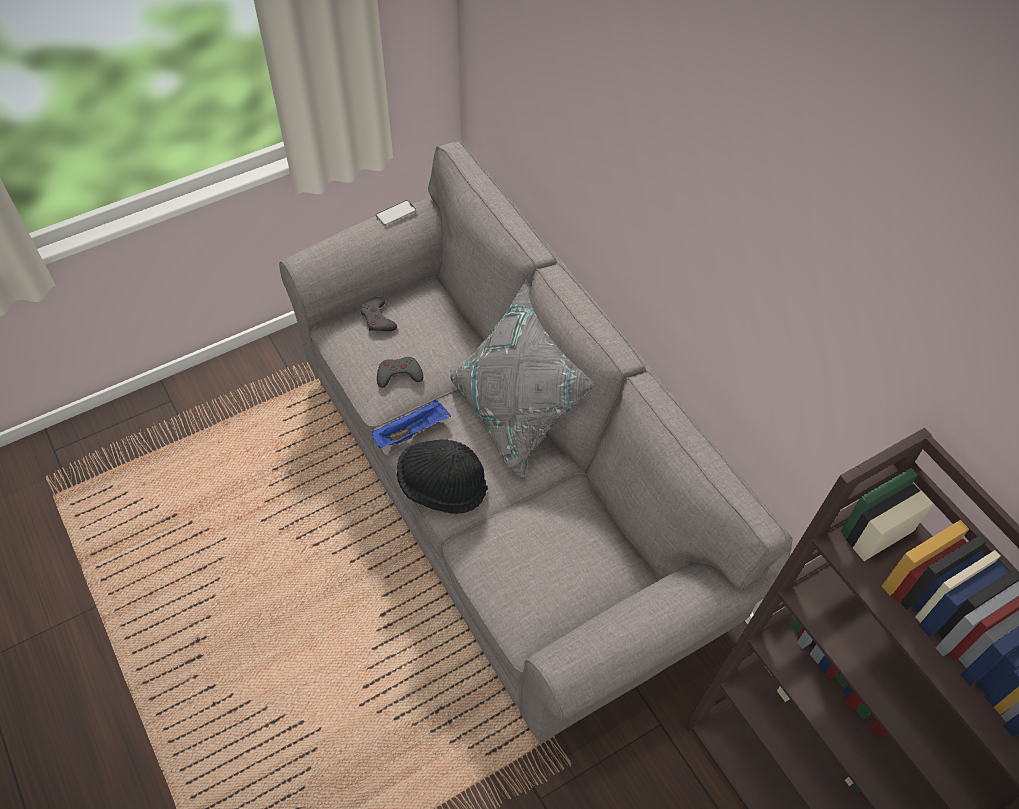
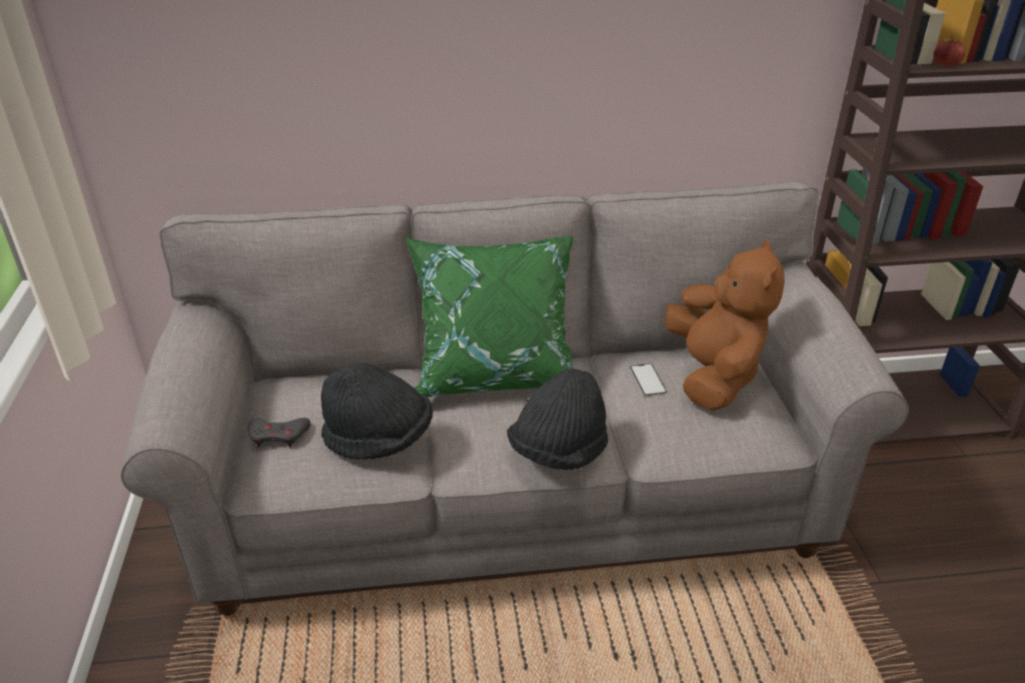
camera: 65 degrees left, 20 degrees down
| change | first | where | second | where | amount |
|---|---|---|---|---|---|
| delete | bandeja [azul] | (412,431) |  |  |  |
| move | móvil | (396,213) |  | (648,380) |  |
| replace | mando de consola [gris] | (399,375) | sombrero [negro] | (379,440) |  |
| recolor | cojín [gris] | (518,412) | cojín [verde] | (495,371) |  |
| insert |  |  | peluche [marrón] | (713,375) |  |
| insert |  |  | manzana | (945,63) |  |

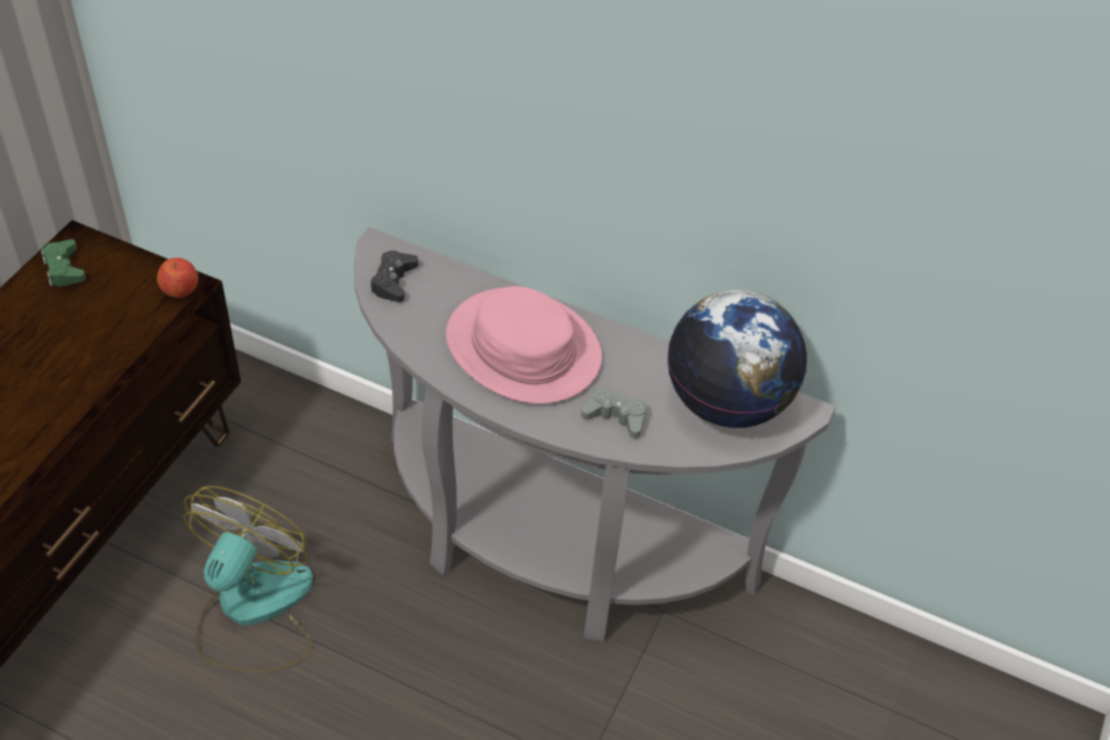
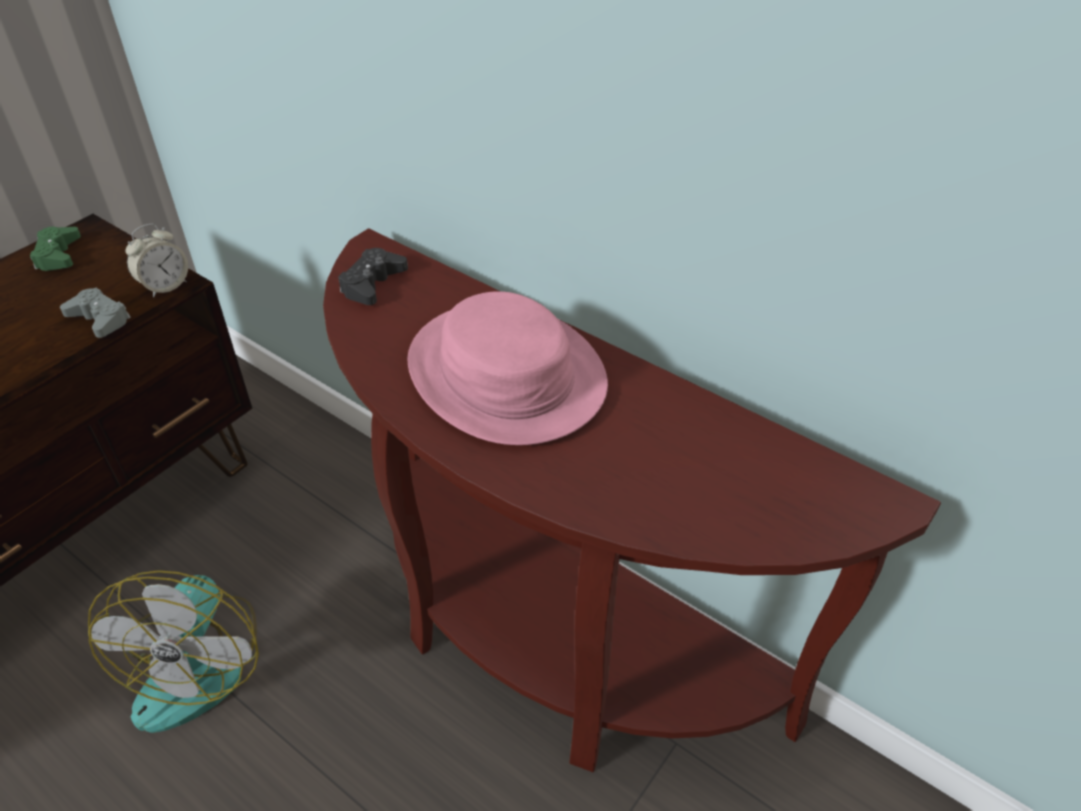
camera: 15 degrees right, 5 degrees down
| change | first | where | second | where | amount |
|---|---|---|---|---|---|
| replace | manzana | (180,289) | despertador | (165,286) |  |
| rotate | ventilador | (253,610) |  | (199,662) | 150 degrees clockwise |
| recolor | mesa consola [gris] | (546,547) | mesa consola [marrón] | (549,638) |  |
| move | mando de consola [gris] | (615,416) |  | (99,319) |  |
| delete | globo terráqueo | (727,402) |  |  |  |

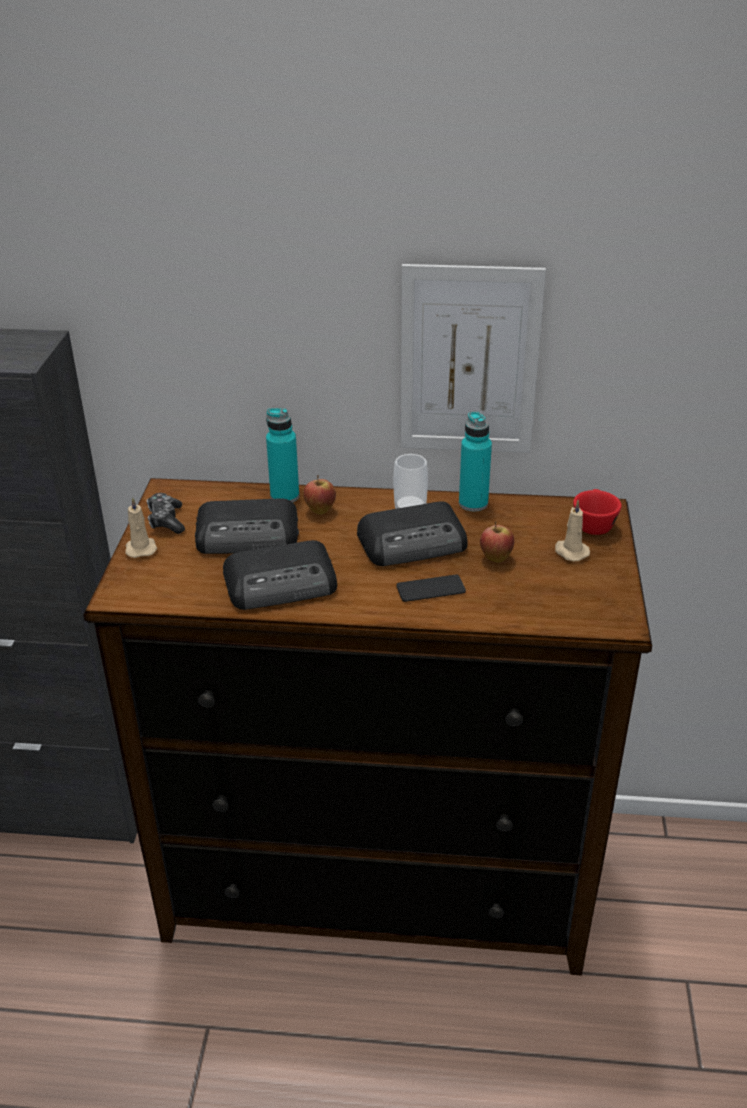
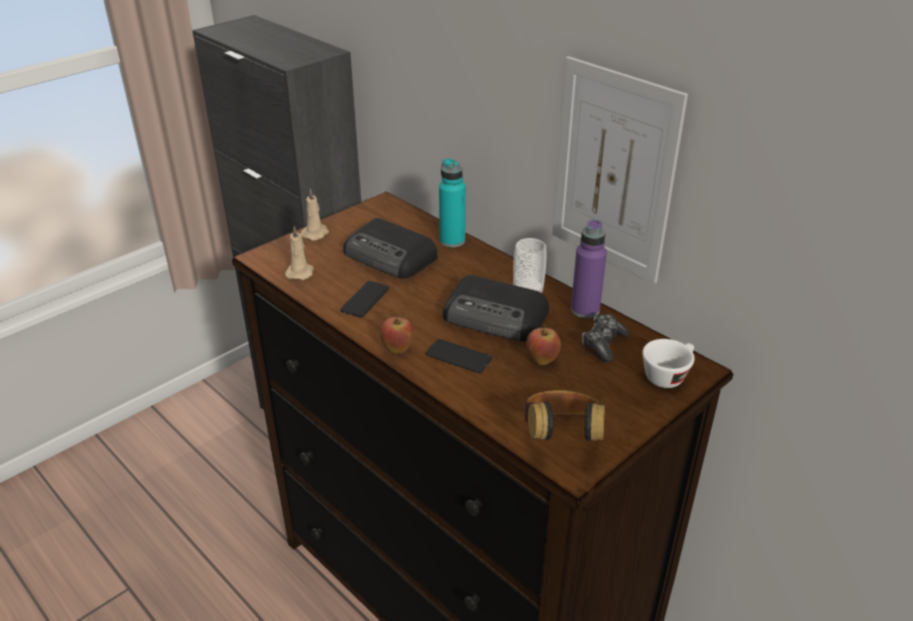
camera: 40 degrees right, 0 degrees up
| change | first | where | second | where | amount |
|---|---|---|---|---|---|
| move | mando de consola | (166,520) |  | (603,344) |  |
| replace | radio | (283,584) | móvil | (365,300) |  |
| move | manzana | (320,510) |  | (397,349) |  |
| recolor | botella [turquesa] | (473,503) | botella [morado] | (585,310) |  |
| move | vela [beis] | (570,551) |  | (300,272) |  |
| recolor | taza [rojo] | (593,523) | taza [blanco] | (668,375) |  |
| insert |  |  | auriculares | (561,438) |  |

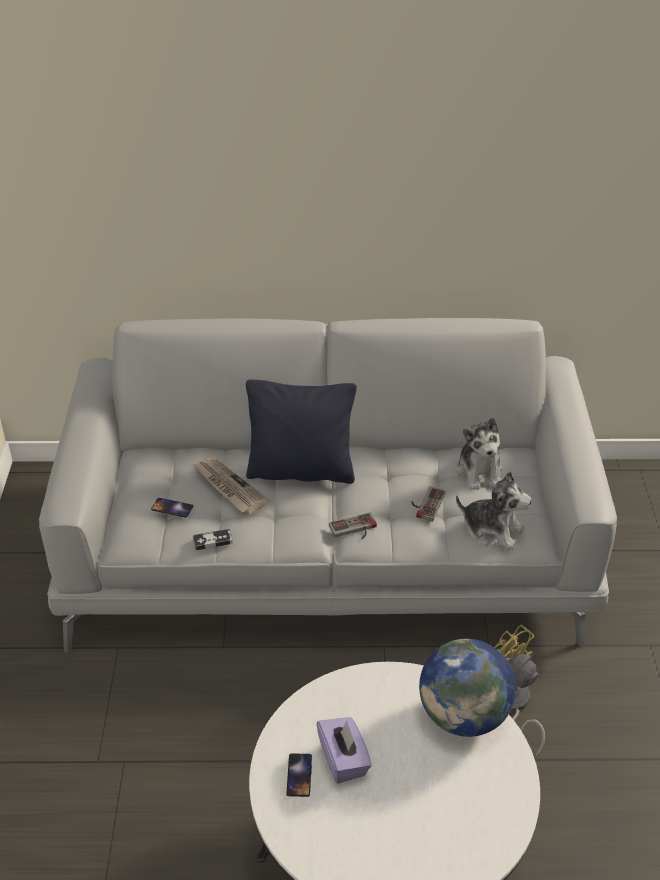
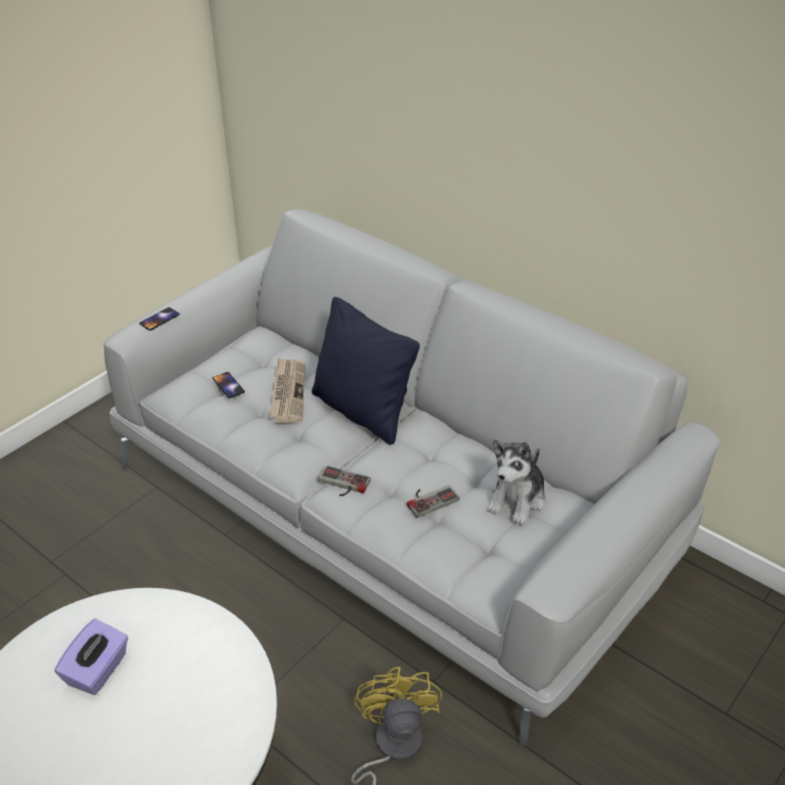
camera: 40 degrees right, 0 degrees up
| change | first | where | second | where | amount |
|---|---|---|---|---|---|
| delete | mando de consola | (212,541) |  |  |  |
| move | móvil | (299,775) |  | (159,319) |  |
| delete | globo terráqueo | (464,716) |  |  |  |
| delete | peluche | (492,530) |  |  |  |

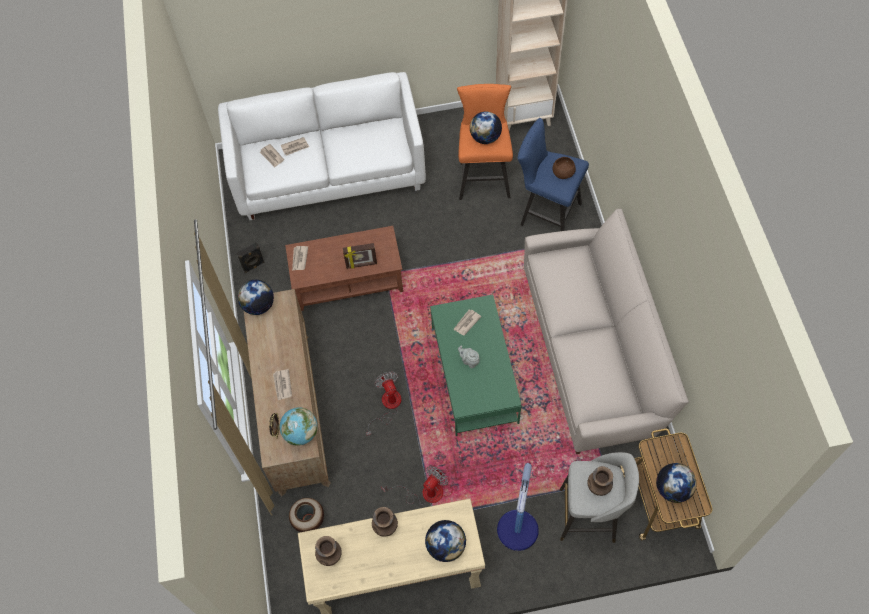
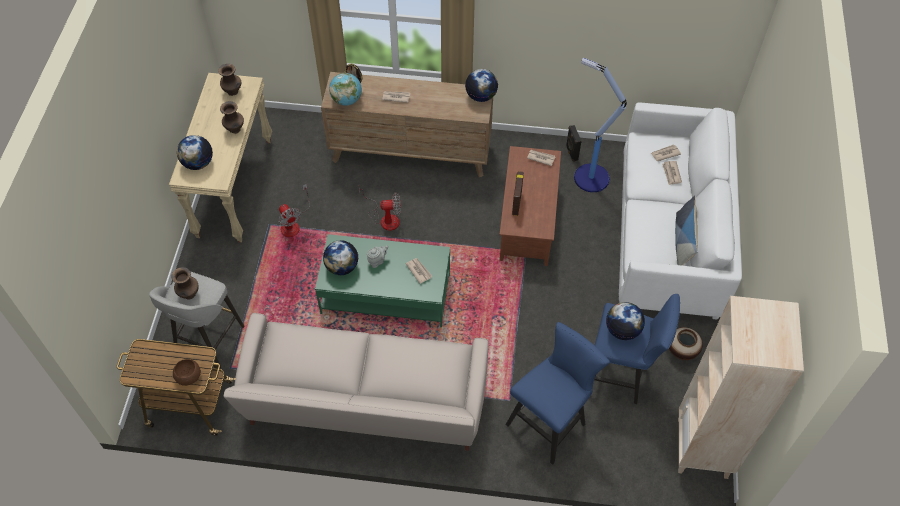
camera: 105 degrees right, 5 degrees down
| change | first | where | second | where | amount |
|---|---|---|---|---|---|
| move | florero | (309,520) |  | (681,351) |  |
| recolor | taburete [naranja] | (483,176) | taburete [azul] | (620,375) |  |
| move | lámpara de pie | (517,532) |  | (590,177) |  |
| move | cuenco [marrón] | (563,173) |  | (189,376) |  |
| move | globo terráqueo | (672,489) |  | (342,267) |  |
| insert |  |  | cojín | (683,241) |  |

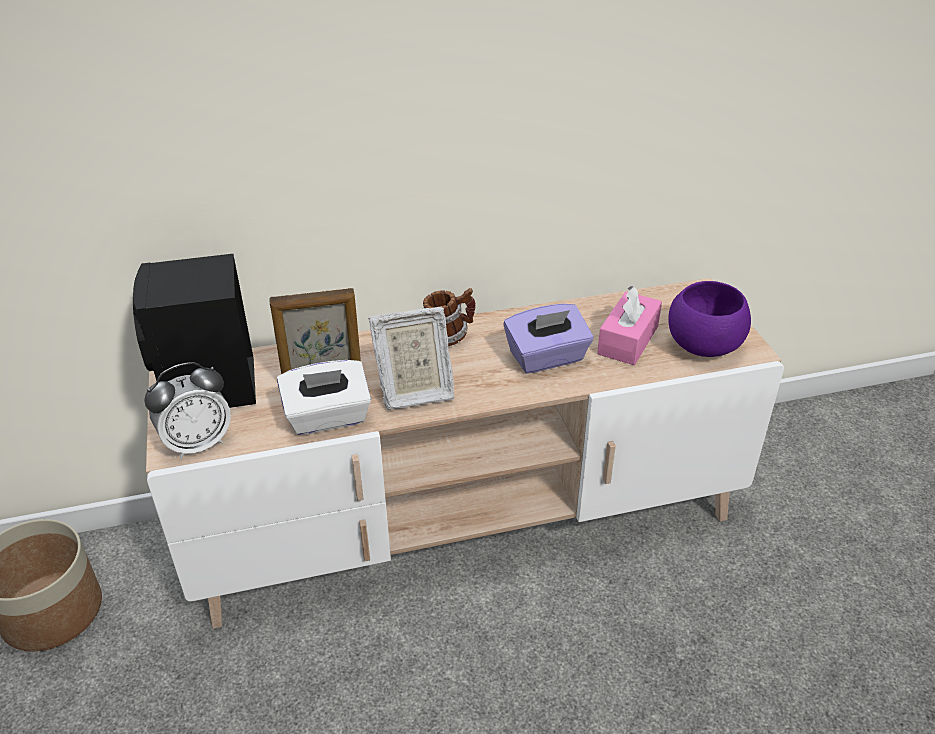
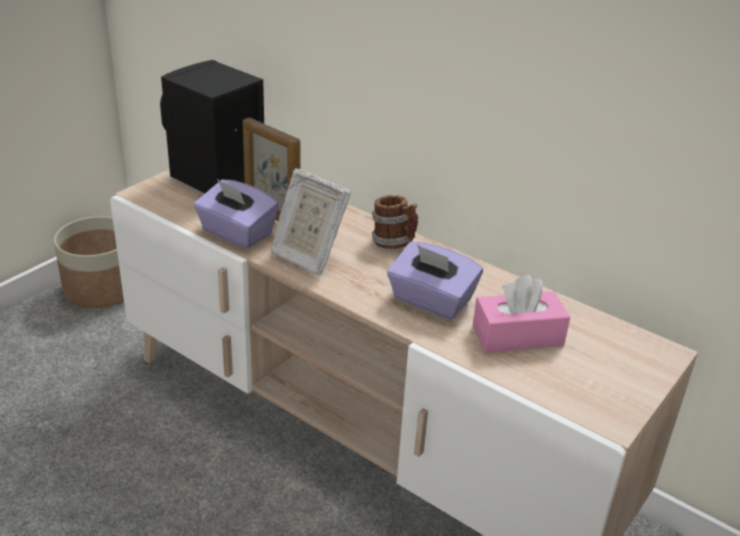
camera: 50 degrees right, 5 degrees down
| change | first | where | second | where | amount |
|---|---|---|---|---|---|
| delete | despertador | (198,443) |  |  |  |
| recolor | caja de pañuelos [blanco] | (328,418) | caja de pañuelos [morado] | (236,233) |  |
| delete | cuenco [morado] | (702,346) |  |  |  |

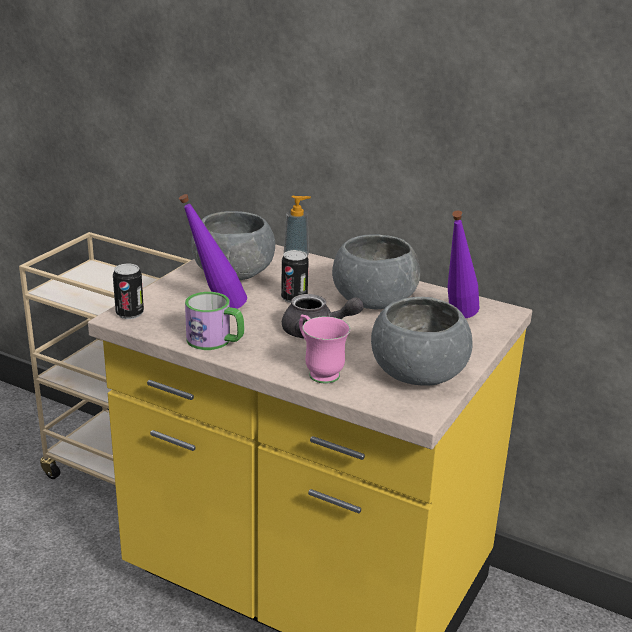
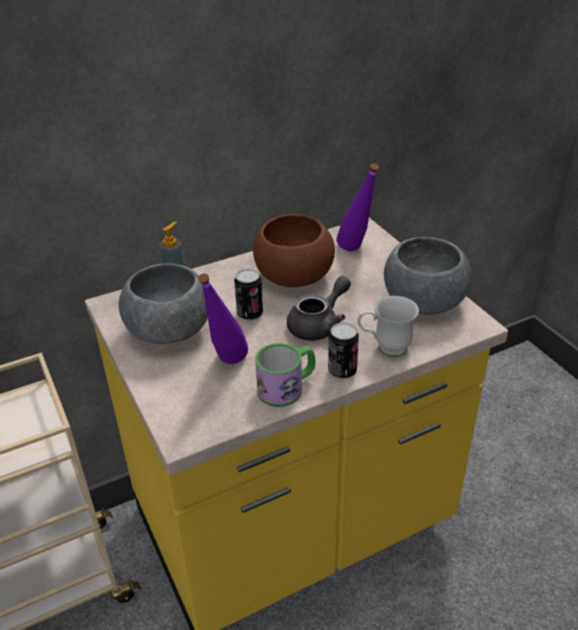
camera: 55 degrees left, 10 degrees up
| change | first | where | second | where | amount |
|---|---|---|---|---|---|
| move | lata | (129,314) |  | (342,371) |  |
| recolor | taza grande [rosa] | (318,372) | taza grande [blanco] | (384,348) |  |
| recolor | cuenco [gris] | (373,301) | cuenco [marrón] | (293,276) |  |

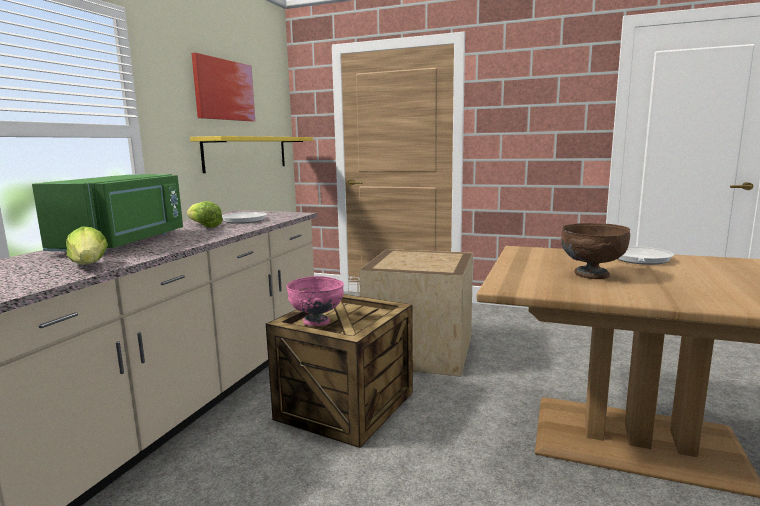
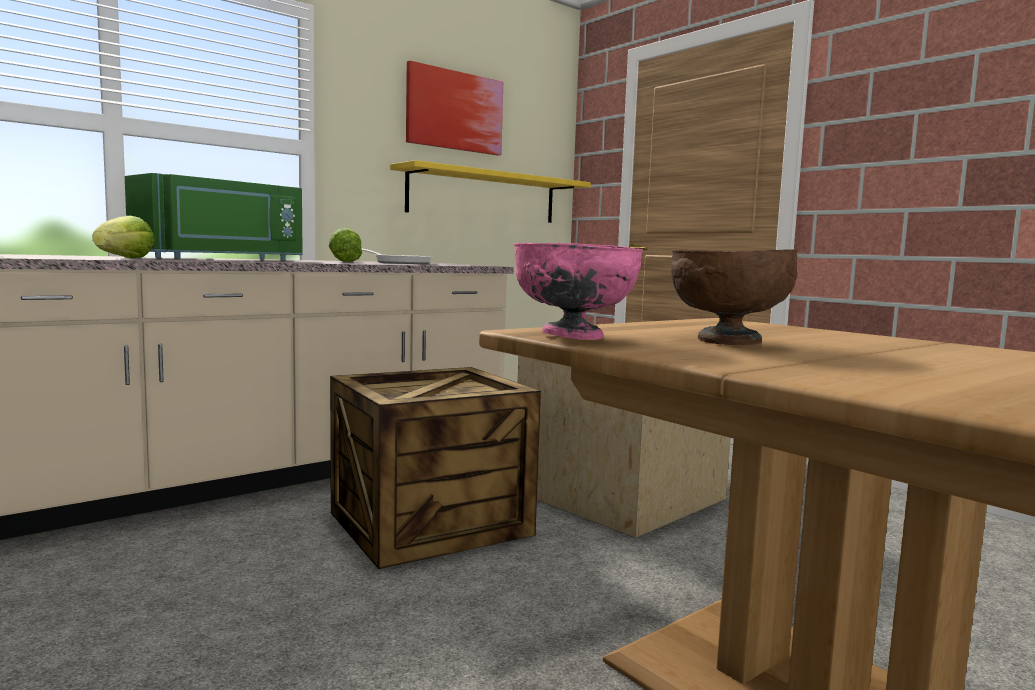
camera: 30 degrees right, 5 degrees down
| change | first | where | second | where | amount |
|---|---|---|---|---|---|
| move | cuenco [rosa] | (316,322) |  | (573,336) |  |
| delete | sartén | (639,260) |  |  |  |

